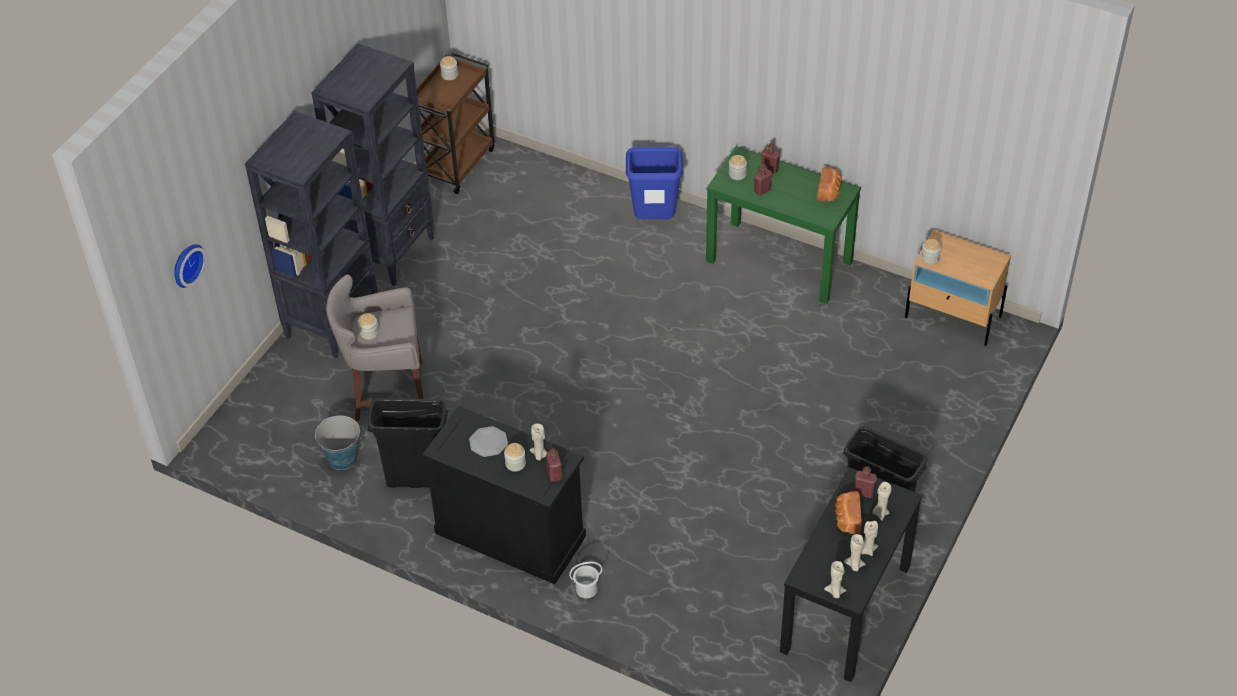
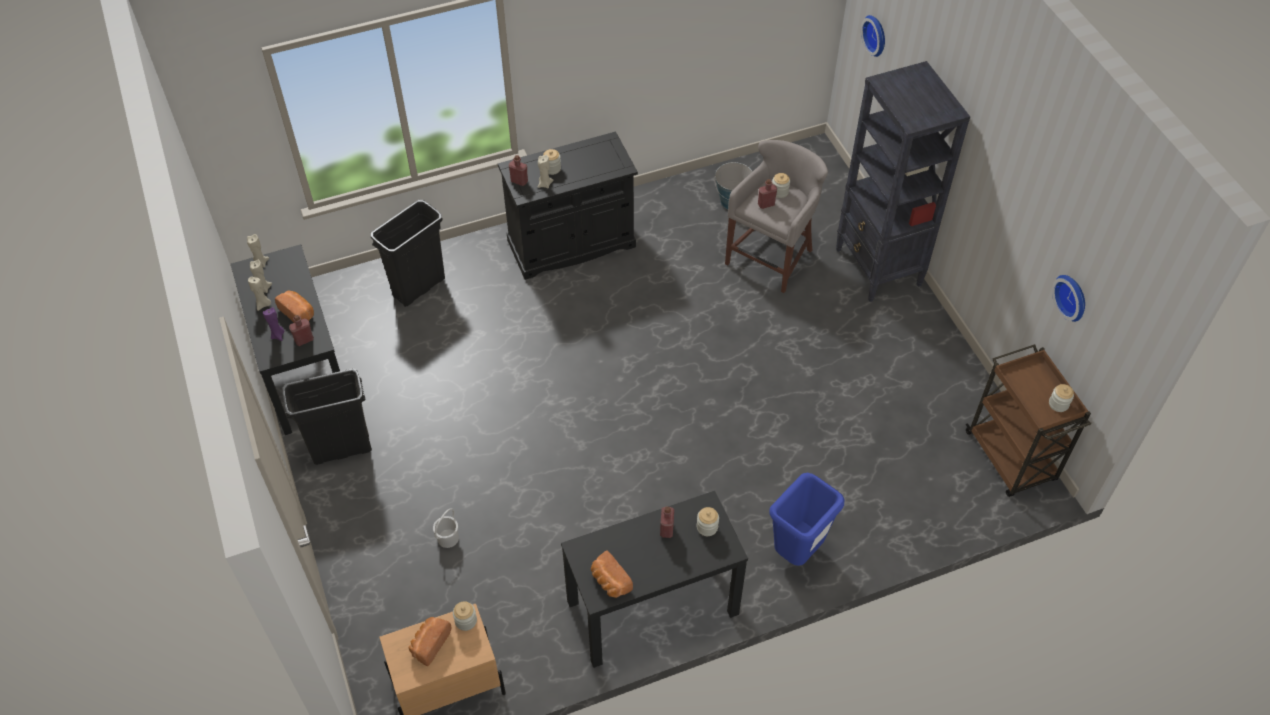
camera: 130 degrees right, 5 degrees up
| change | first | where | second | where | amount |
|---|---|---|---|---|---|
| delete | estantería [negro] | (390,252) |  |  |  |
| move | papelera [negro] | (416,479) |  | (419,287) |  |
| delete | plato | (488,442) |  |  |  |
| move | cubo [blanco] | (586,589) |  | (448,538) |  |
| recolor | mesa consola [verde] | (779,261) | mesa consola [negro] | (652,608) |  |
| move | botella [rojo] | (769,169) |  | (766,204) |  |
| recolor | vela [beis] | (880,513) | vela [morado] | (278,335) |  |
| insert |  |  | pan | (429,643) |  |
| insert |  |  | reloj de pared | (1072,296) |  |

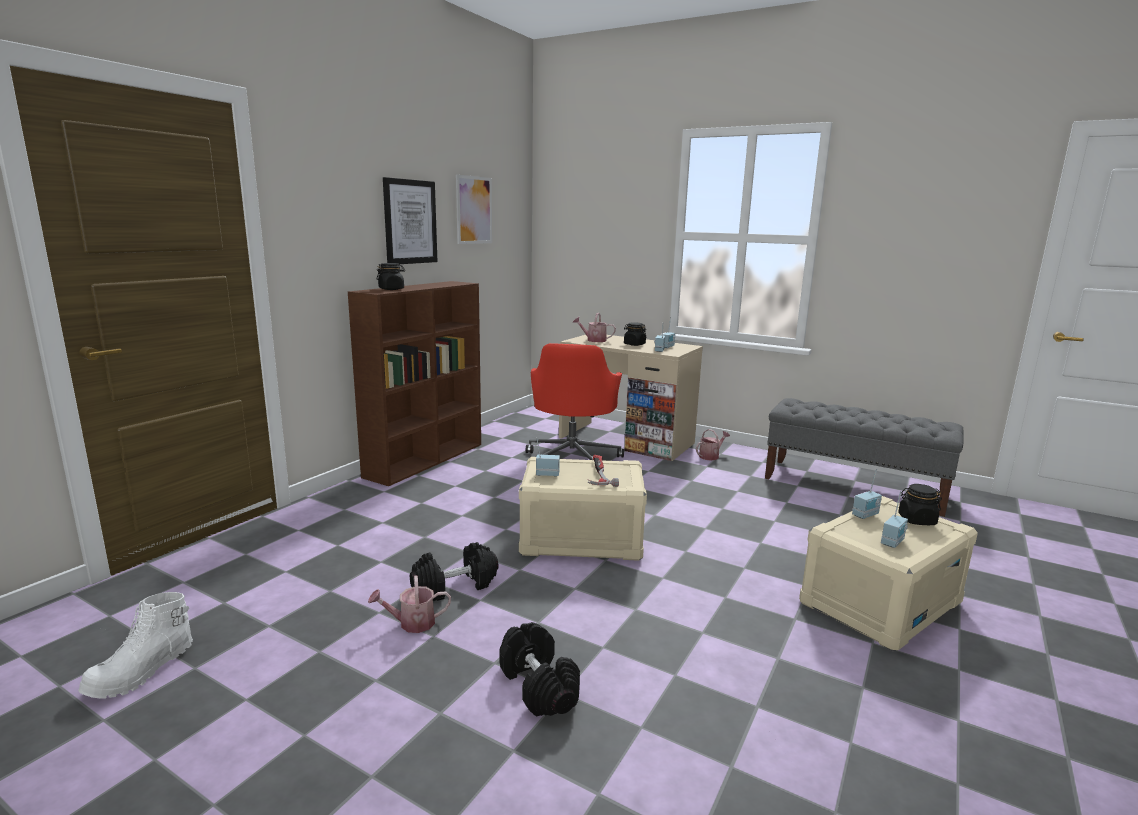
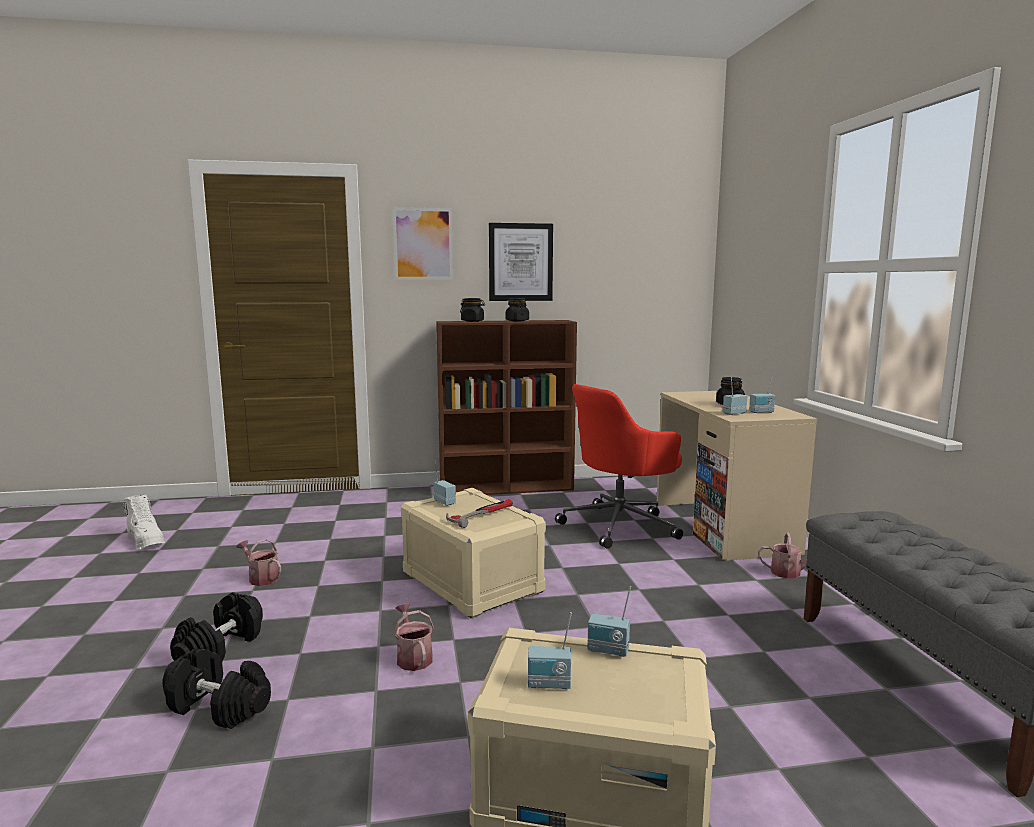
camera: 50 degrees right, 5 degrees down
| change | first | where | second | where | amount |
|---|---|---|---|---|---|
| rotate | bota [blanco] | (142,672) |  | (146,541) | 120 degrees counterclockwise |
| move | mancuerna [negro] | (455,586) |  | (219,707) |  |
| move | cuadro | (474,210) |  | (423,244) |  |
| move | regadera | (593,340) |  | (413,657) |  |
| move | tarro [negro] | (916,520) |  | (517,321) |  |

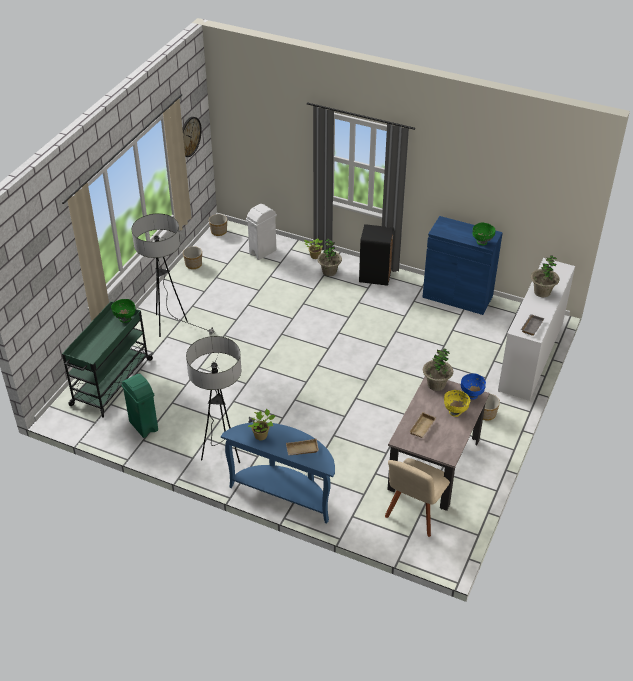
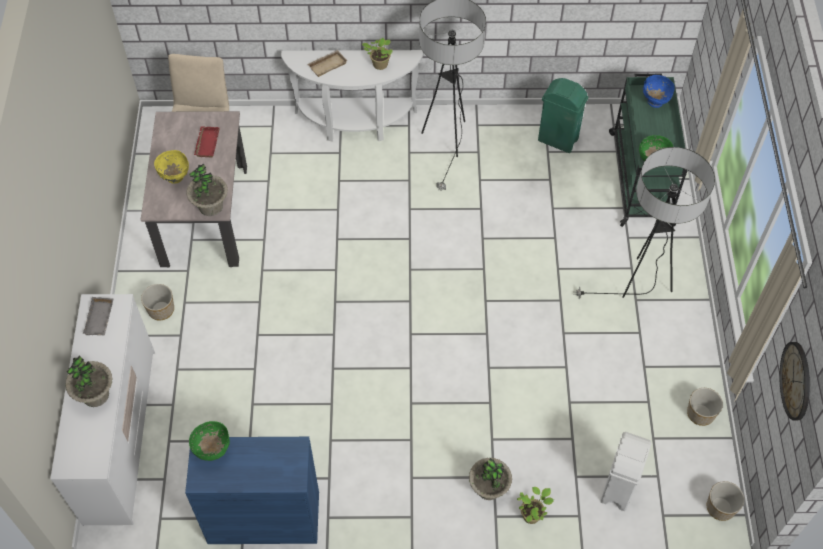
camera: 155 degrees right, 15 degrees up
| change | first | where | second | where | amount |
|---|---|---|---|---|---|
| recolor | mesa consola [azul] | (284,493) | mesa consola [blanco] | (355,123) |  |
| delete | papelera [negro] | (375,276) |  |  |  |
| recolor | bandeja [beis] | (423,428) | bandeja [rojo] | (206,143) |  |
| move | cuenco [azul] | (471,395) |  | (655,102) |  |

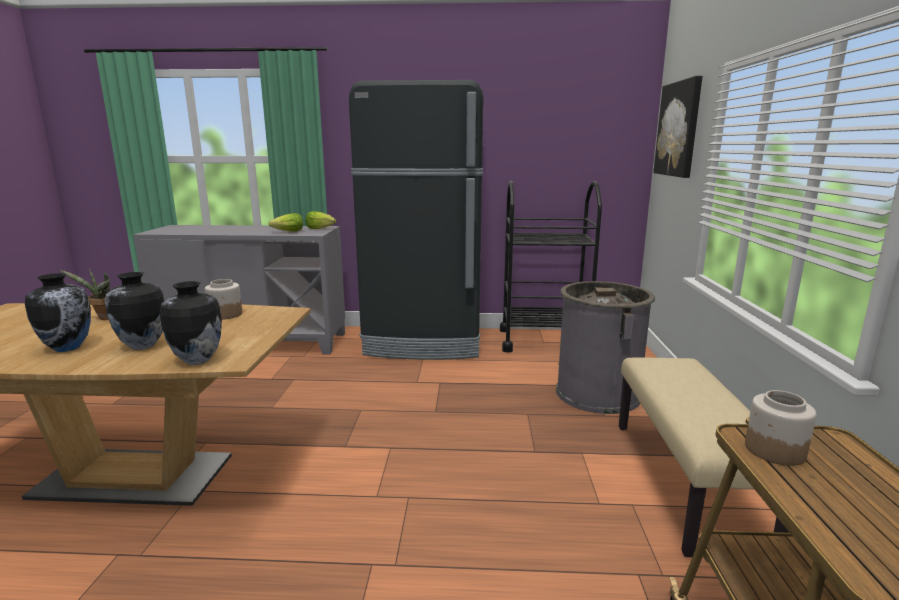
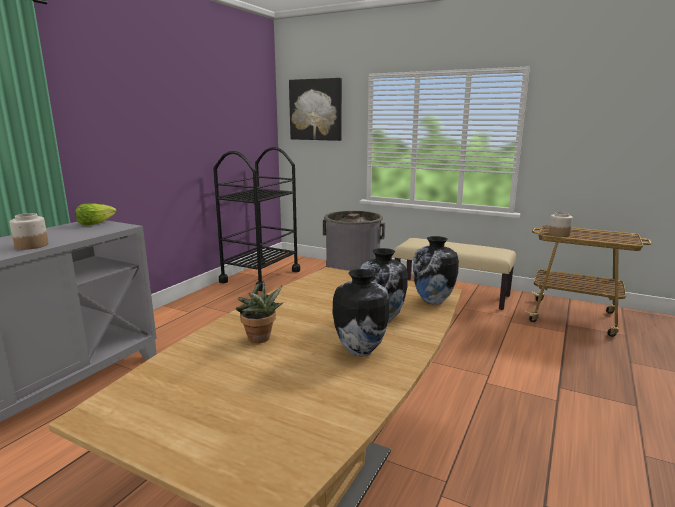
camera: 65 degrees left, 0 degrees up
| change | first | where | second | where | amount |
|---|---|---|---|---|---|
| move | tarro | (225,315) |  | (31,246) |  |
| delete | lechuga | (288,232) |  |  |  |
| delete | nevera [negro] | (424,342) |  |  |  |

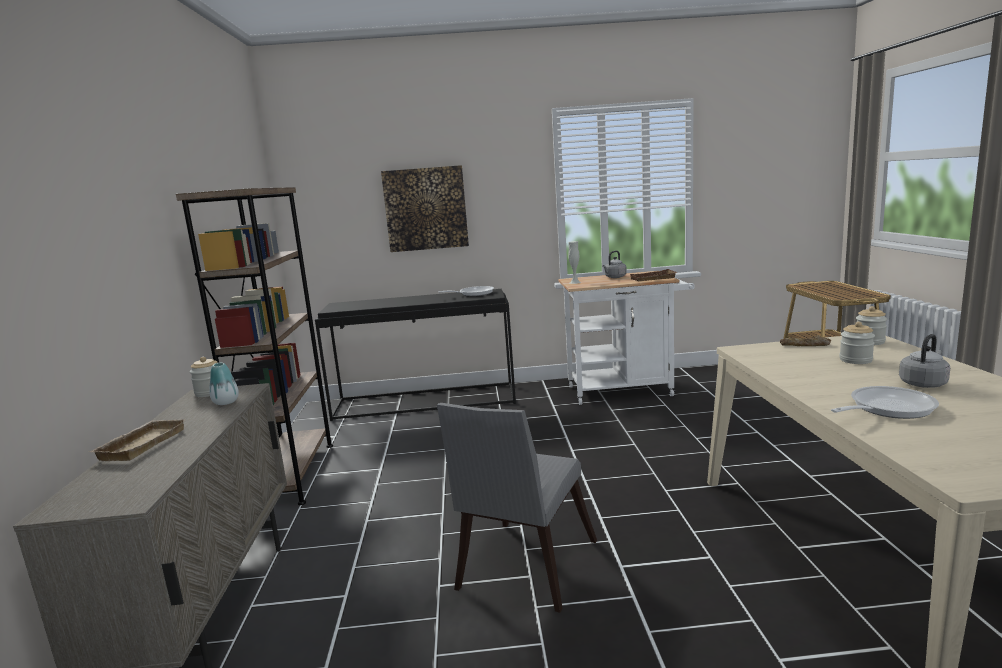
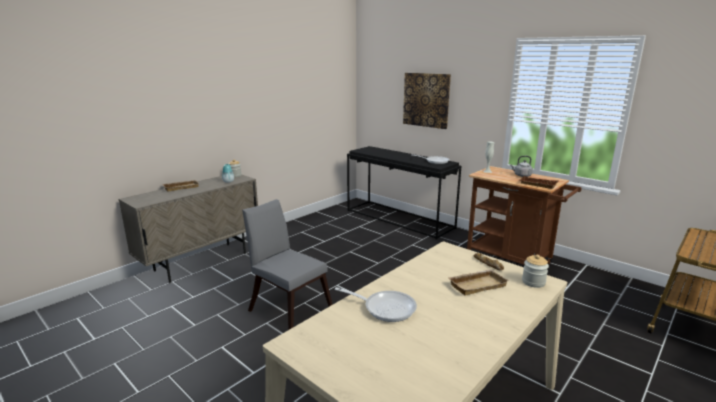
camera: 45 degrees right, 5 degrees up
| change | first | where | second | where | amount |
|---|---|---|---|---|---|
| delete | estantería [marrón] | (291,474) |  |  |  |
| rotate | silla [gris] | (522,570) |  | (288,308) | 60 degrees clockwise |
| recolor | carrito [blanco] | (626,390) | carrito [marrón] | (513,261) |  |
| replace | tarro | (855,360) | bandeja [beis] | (477,284) |  |
| delete | hervidor [gris] | (923,383) |  |  |  |

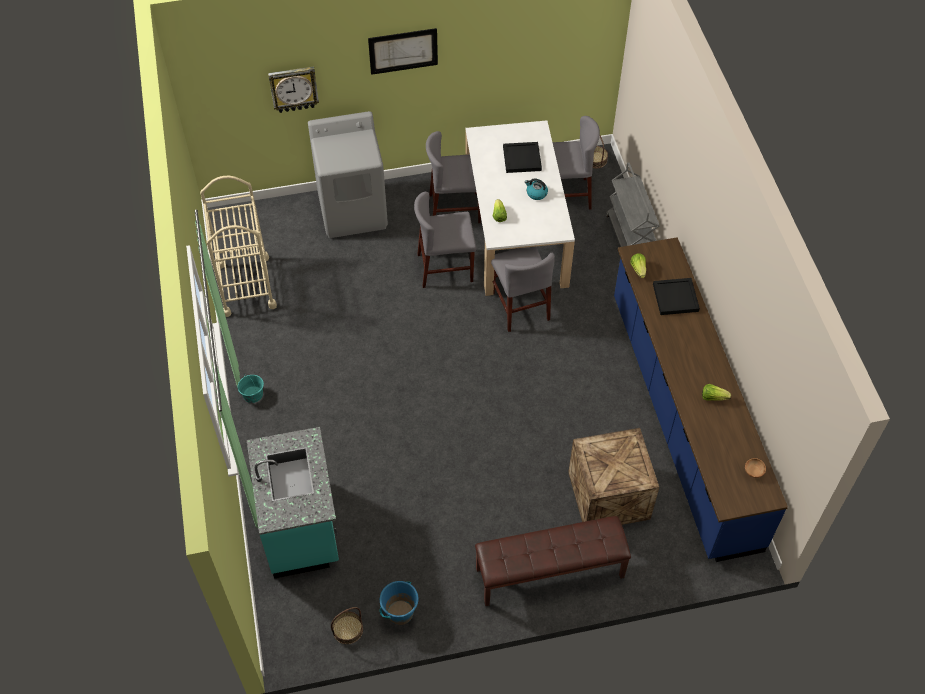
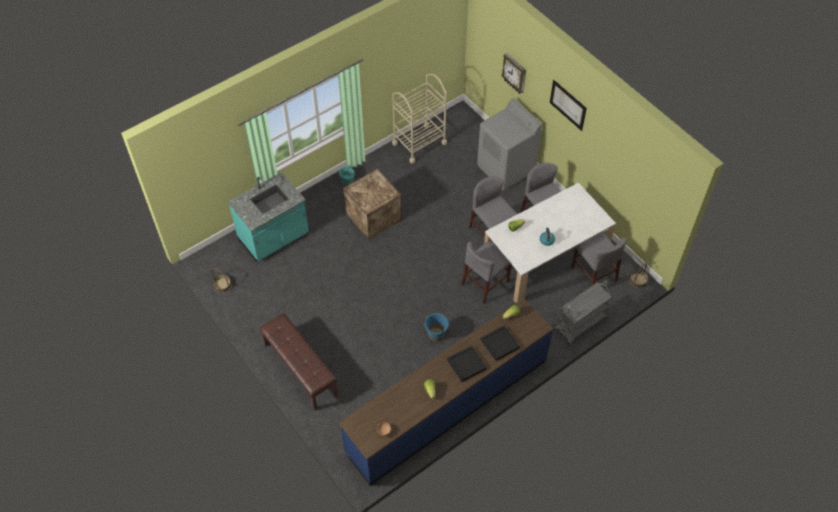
camera: 65 degrees right, 0 degrees up
| change | first | where | second | where | amount |
|---|---|---|---|---|---|
| move | cubo [azul] | (400,612) |  | (436,334) |  |
| move | bandeja [negro] | (522,159) |  | (466,365) |  |
| move | caja de embalaje | (607,495) |  | (374,215) |  |

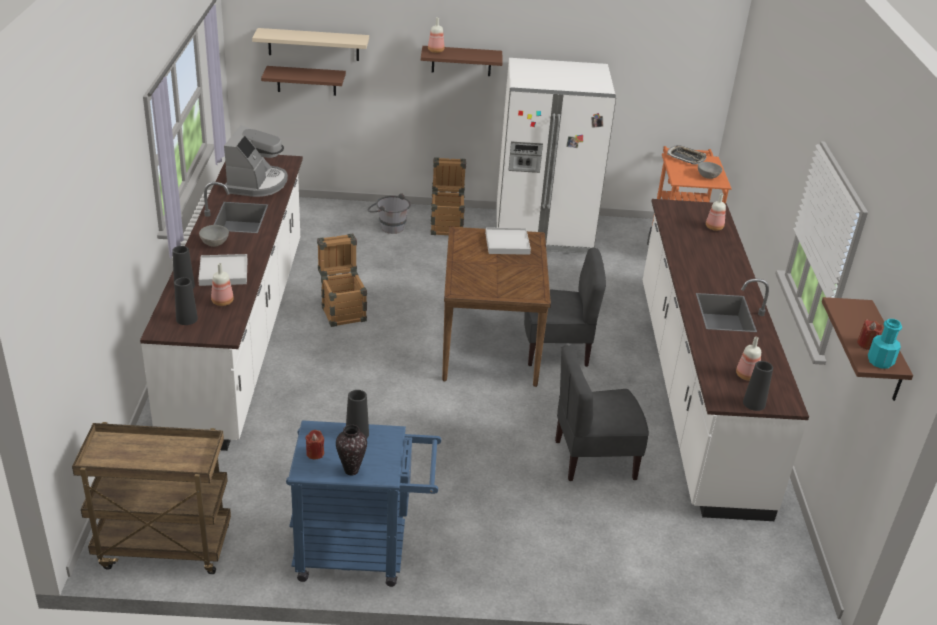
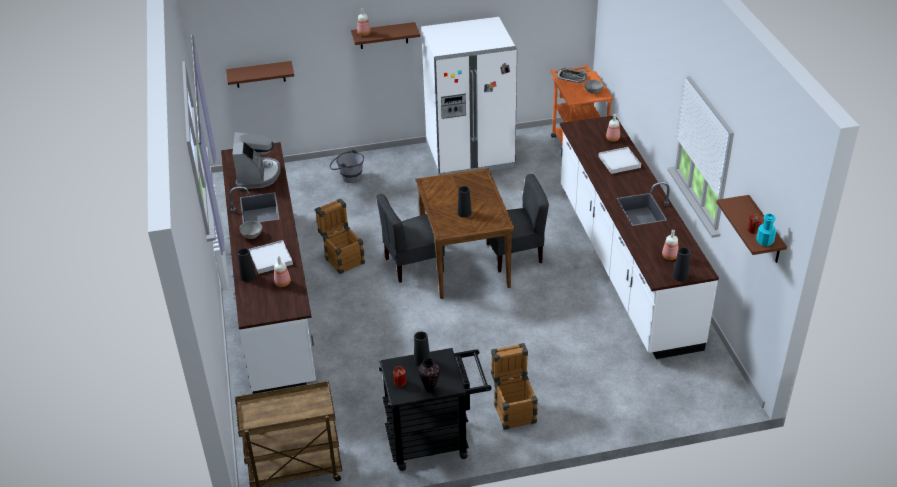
camera: 10 degrees left, 5 degrees up
| change | first | where | second | where | amount |
|---|---|---|---|---|---|
| move | florero [negro] | (186,319) |  | (464,213) |  |
| delete | estante [beis] | (313,44) |  |  |  |
| recolor | carrito [azul] | (362,553) | carrito [negro] | (435,440) |  |
| move | caja de embalaje | (447,225) |  | (513,409) |  |
| move | bandeja [blanco] | (507,243) |  | (619,162) |  |
| move | silla [gris] | (594,459) |  | (413,265) |  |

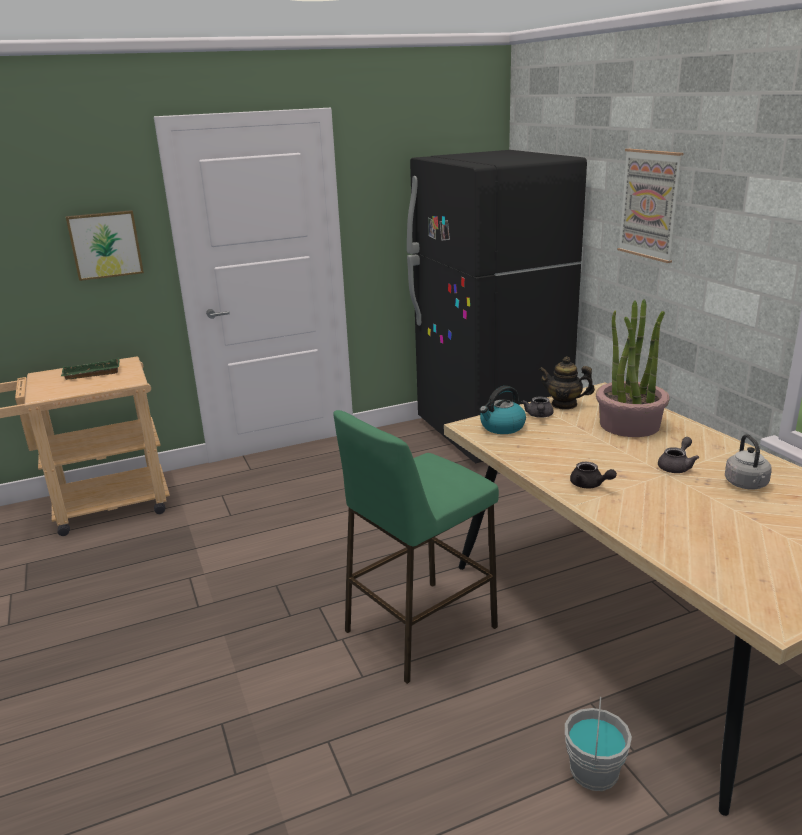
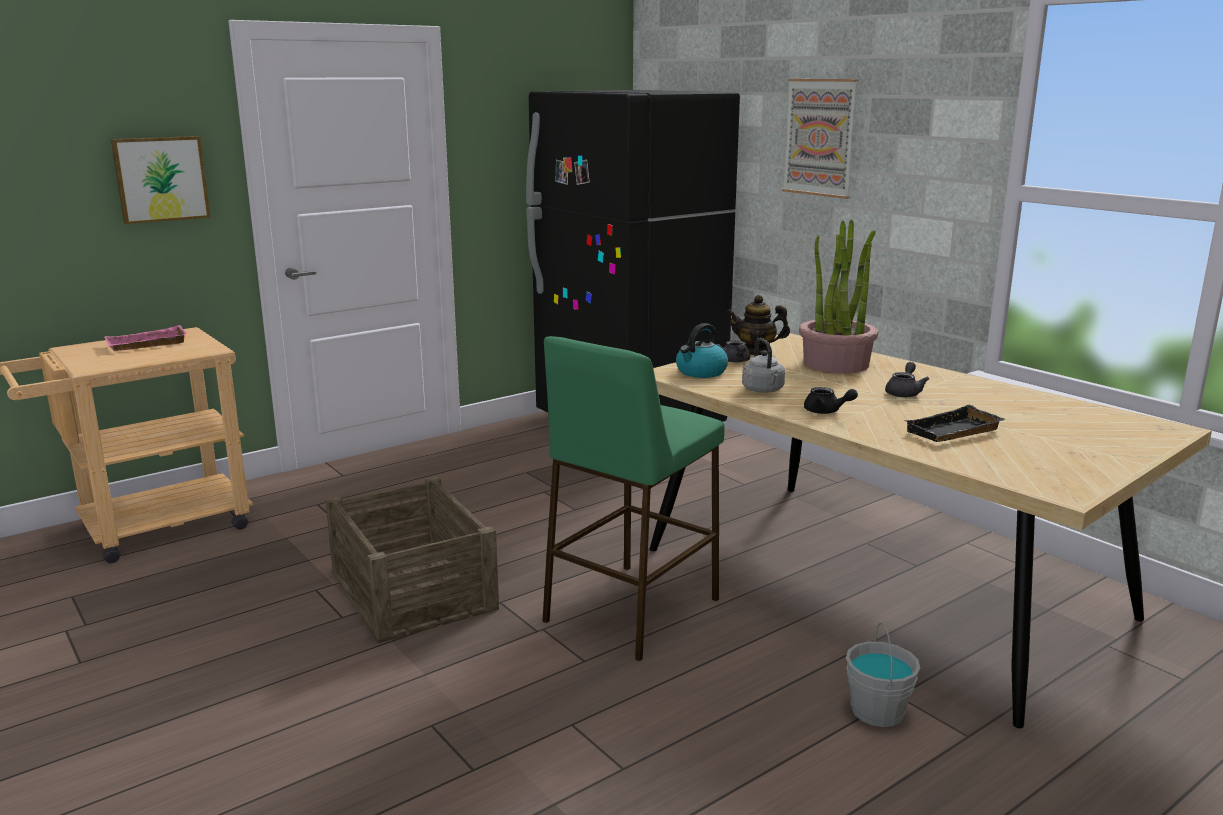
camera: 15 degrees left, 5 degrees down
| change | first | where | second | where | amount |
|---|---|---|---|---|---|
| recolor | bandeja [verde] | (91,374) | bandeja [rosa] | (146,345) |  |
| move | hervidor [gris] | (747,485) |  | (763,390) |  |
| insert |  |  | caja de embalaje | (413,589) |  |
| insert |  |  | bandeja [negro] | (954,432) |  |

